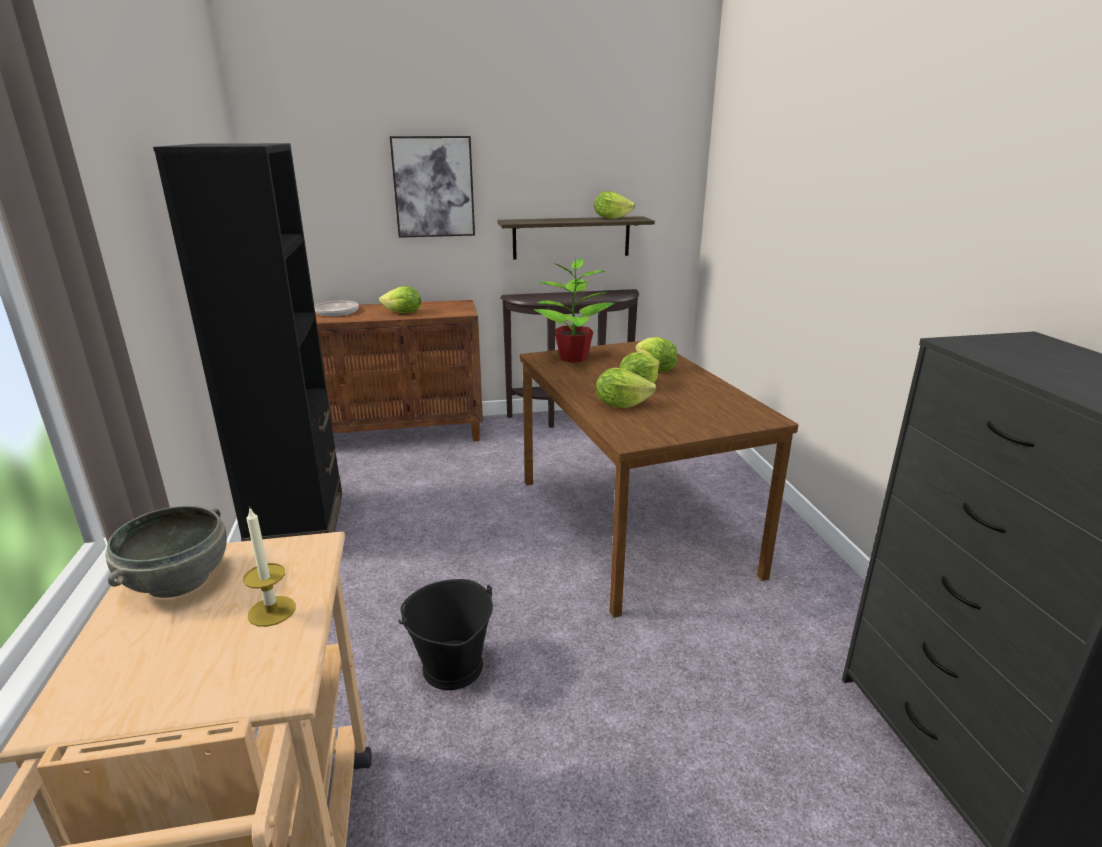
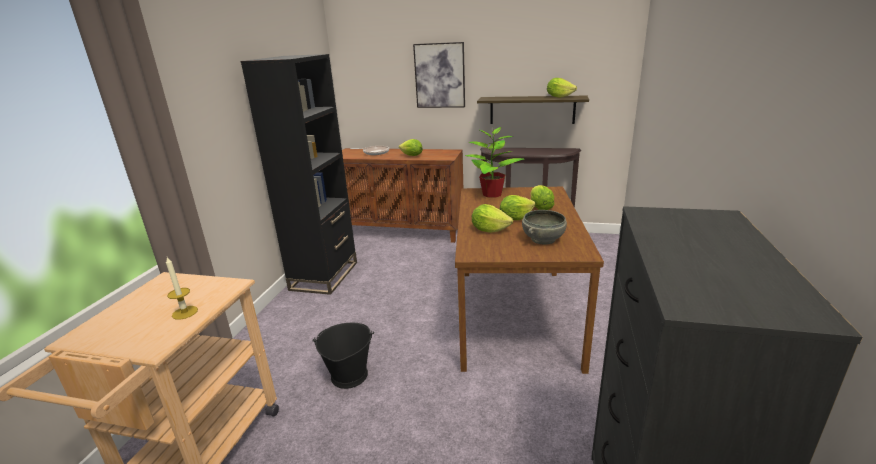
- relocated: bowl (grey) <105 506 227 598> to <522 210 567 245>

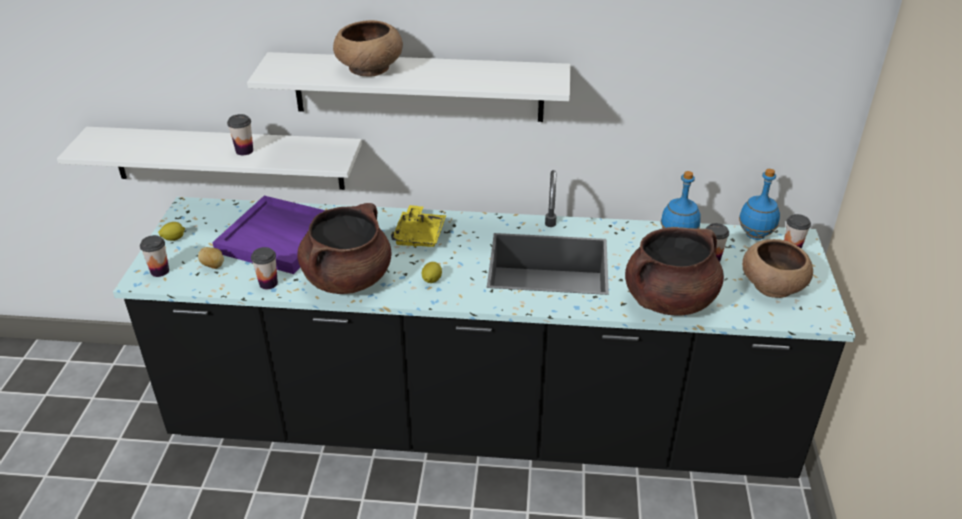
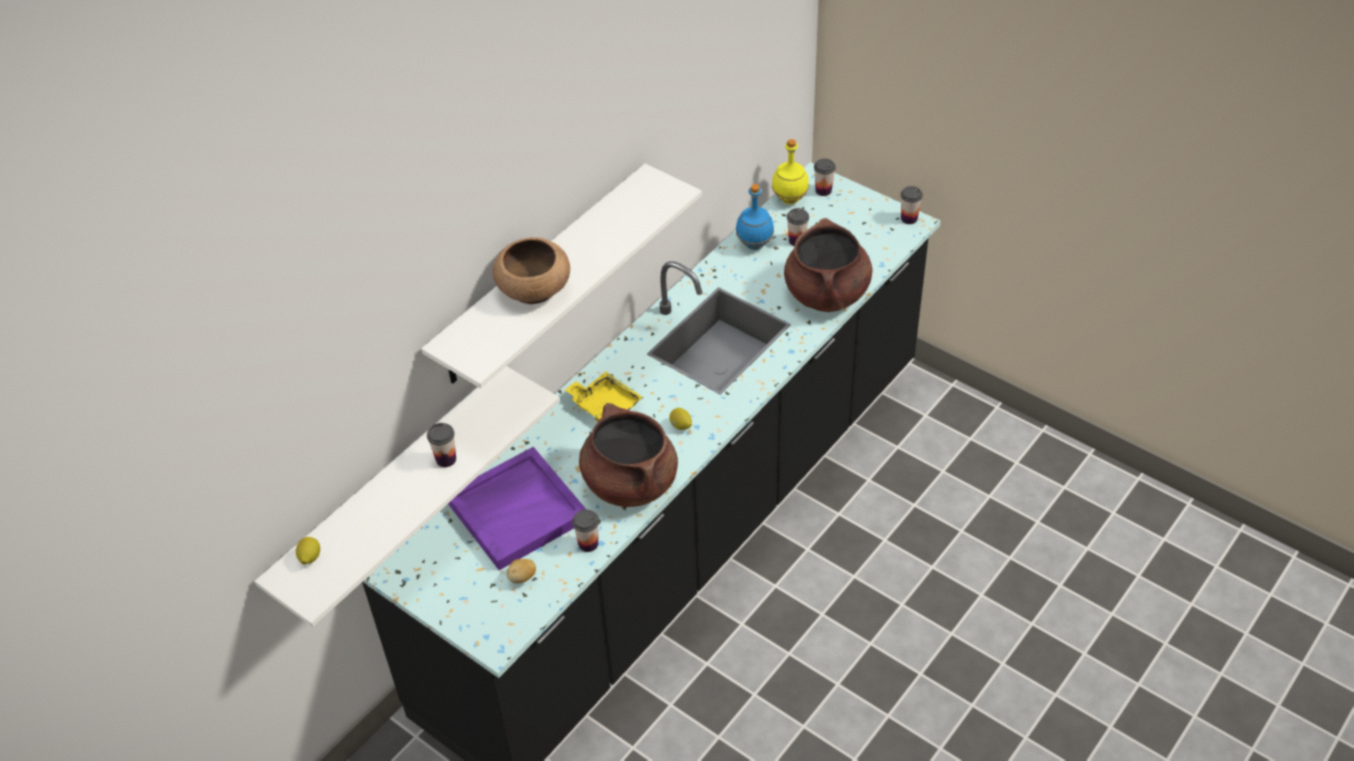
- relocated: lemon <158 222 185 241> to <296 537 320 565>
- colour: bottle (blue) <739 169 780 240> to bottle (yellow) <772 139 809 204>
- relocated: cup <140 235 169 277> to <900 186 923 224>
- missing: bowl (brown) <742 239 813 298>

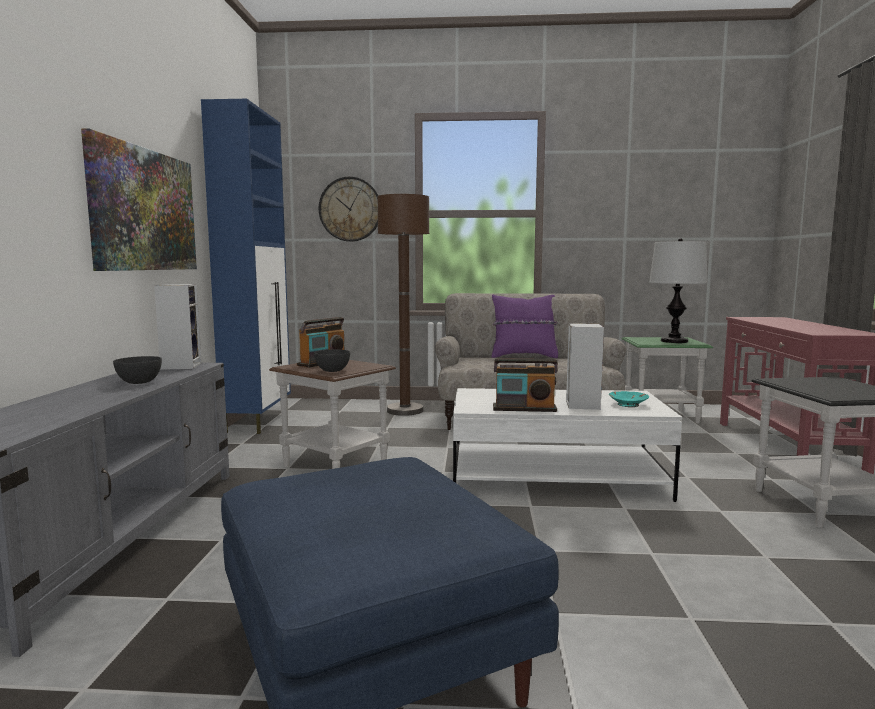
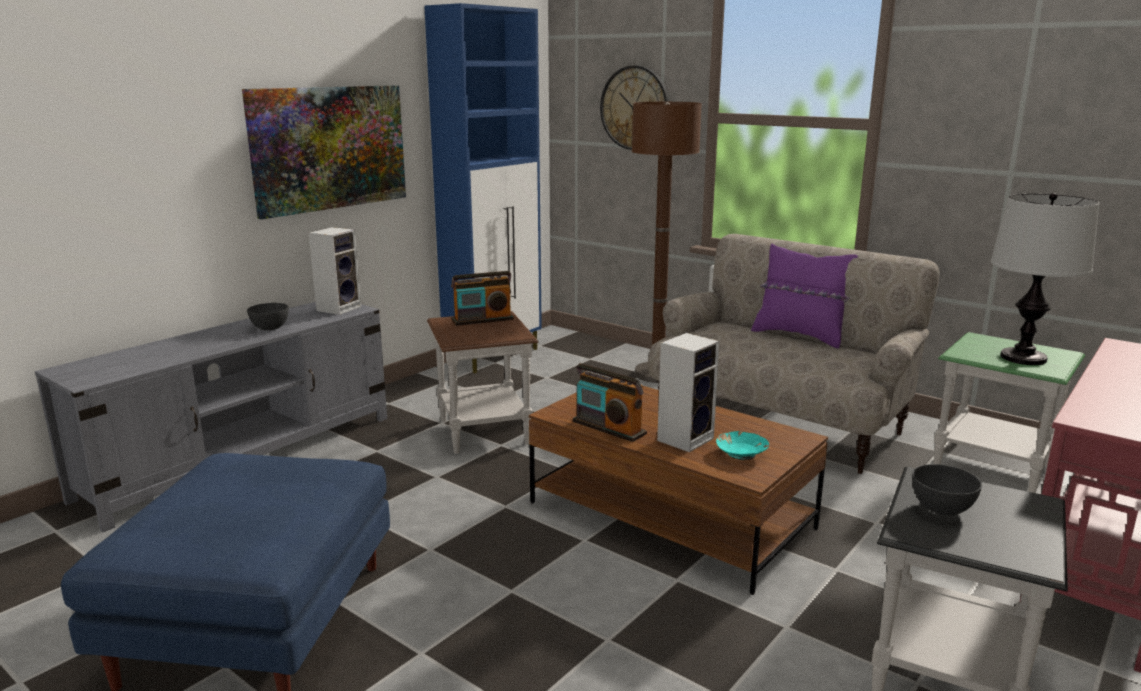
- colour: coffee table (white) <453 388 682 502> to coffee table (brown) <529 386 828 595>
- relocated: bowl (grey) <314 349 350 372> to <912 464 982 515>

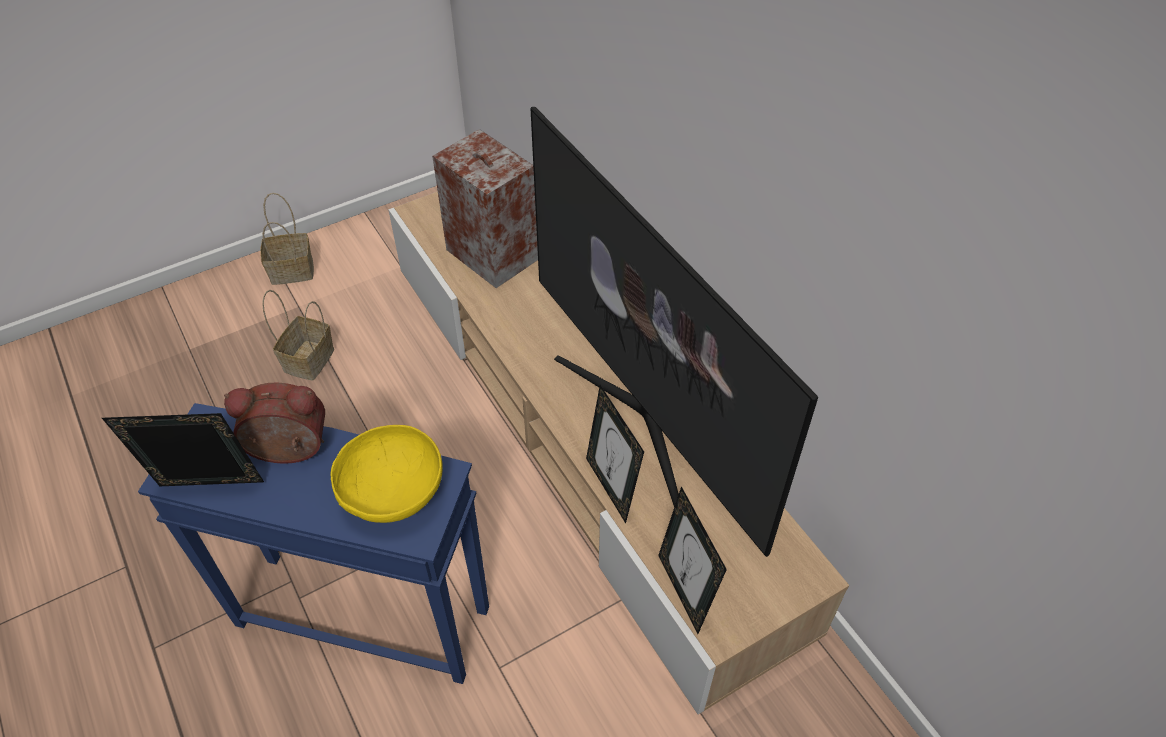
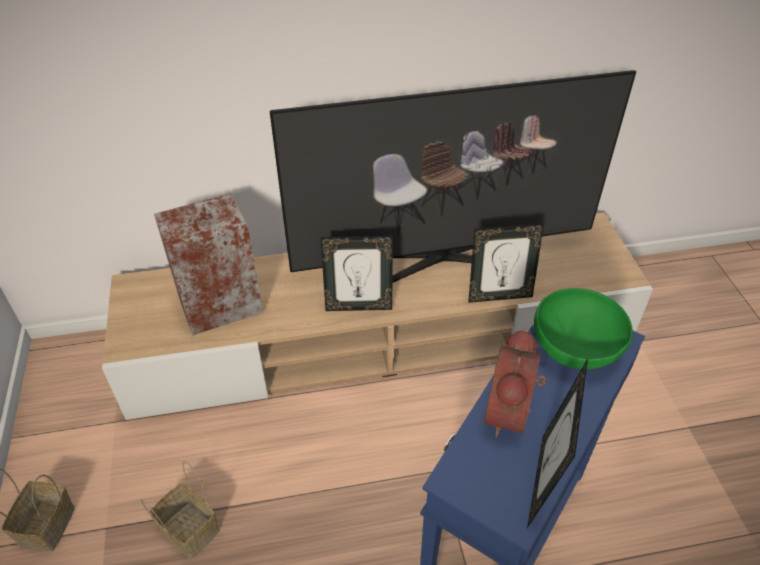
- relocated: picture frame <658 486 727 634> to <321 236 393 311>
- colour: bowl (yellow) <331 425 443 523> to bowl (green) <534 288 633 369>

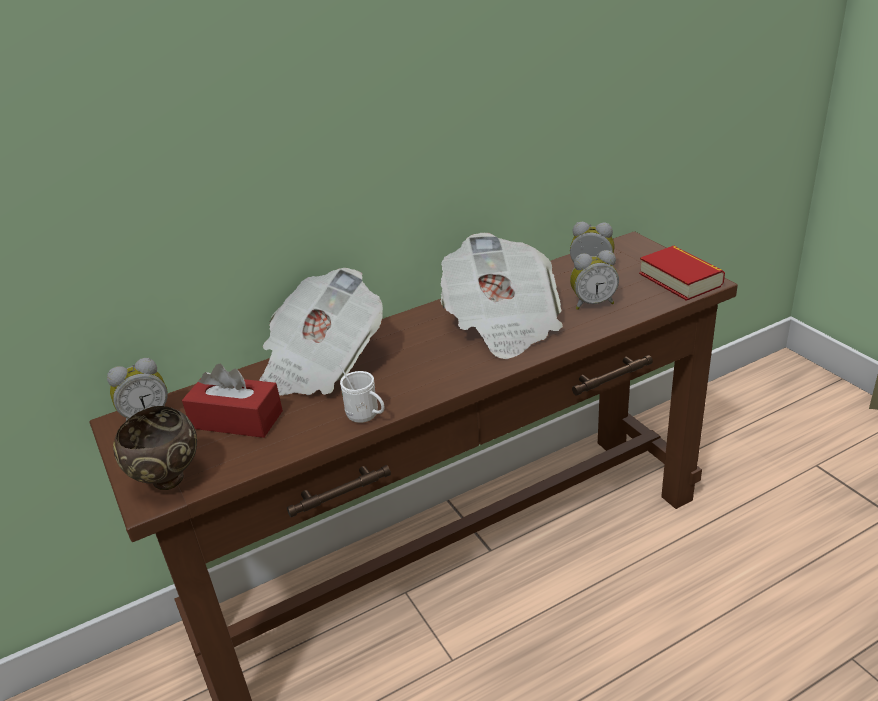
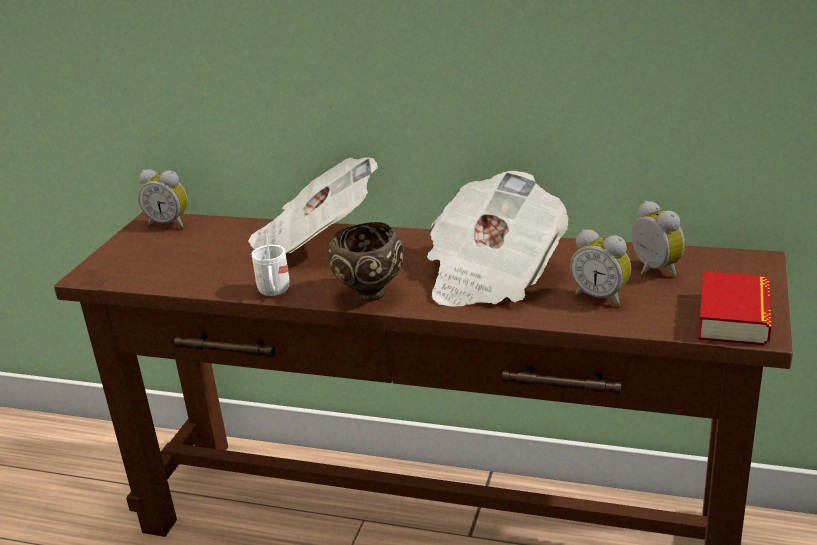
- relocated: bowl (brown) <113 406 197 490> to <328 222 404 301>
- missing: tissue box (red) <182 364 283 438>

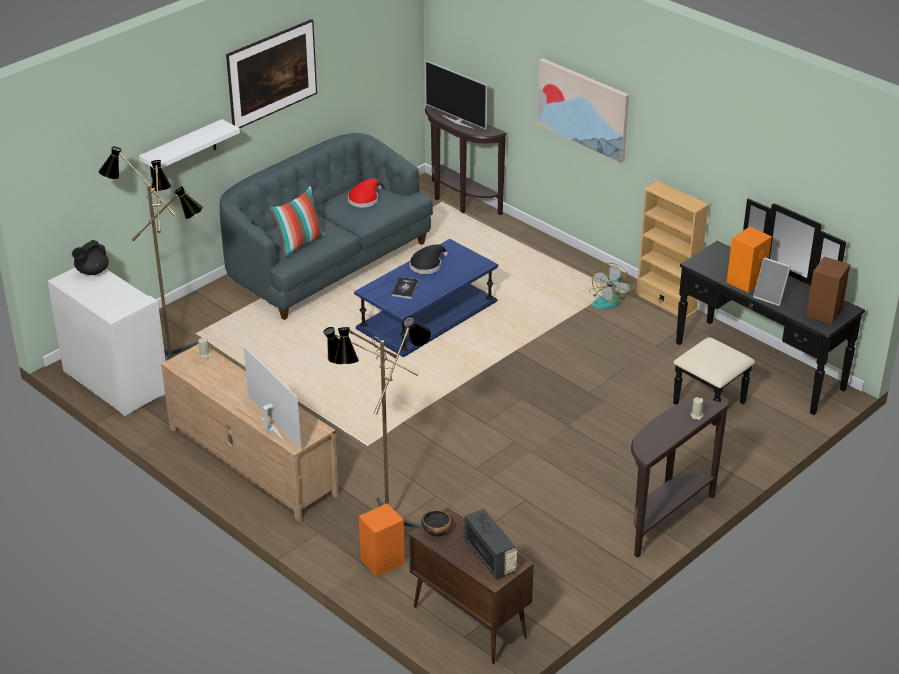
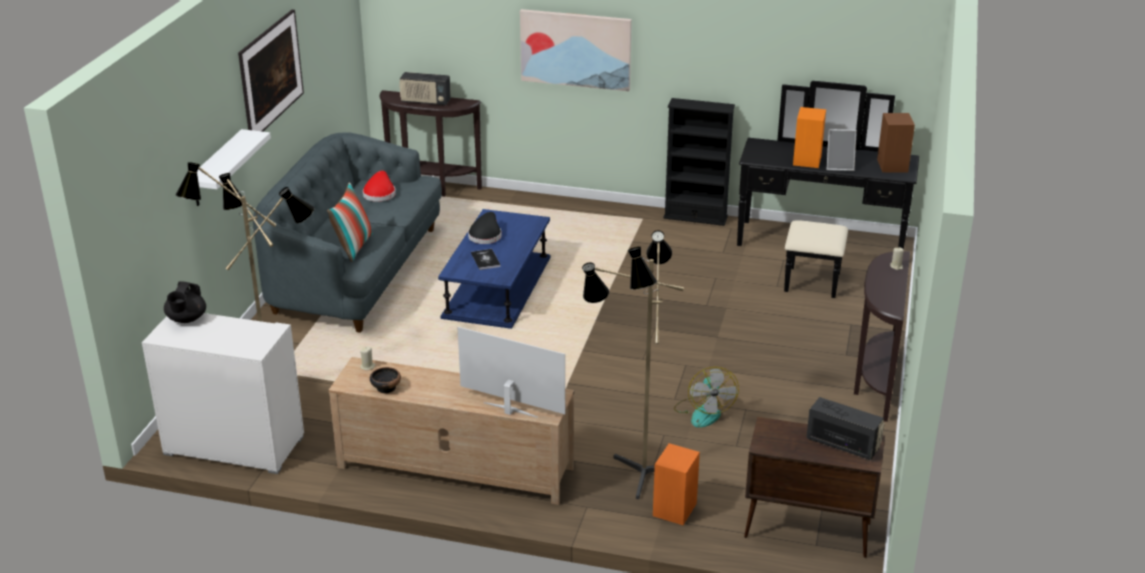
- relocated: bowl <421 510 452 537> to <370 367 401 393>
- exchanged: television <425 60 487 130> to radio <399 72 451 105>
- colour: bookcase (beige) <635 181 709 318> to bookcase (black) <663 98 735 226>
- relocated: fan <589 263 632 309> to <674 367 739 427>

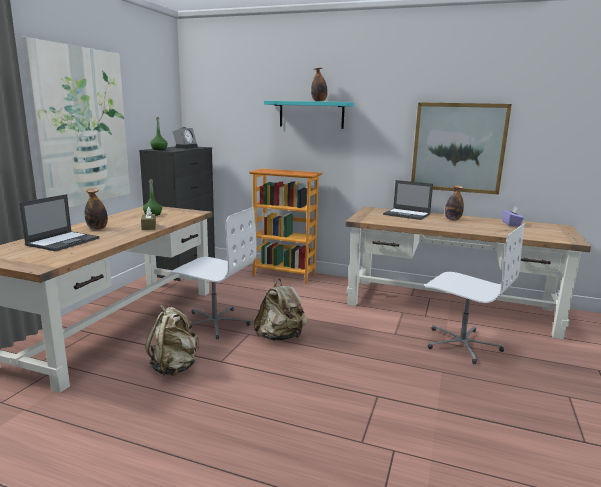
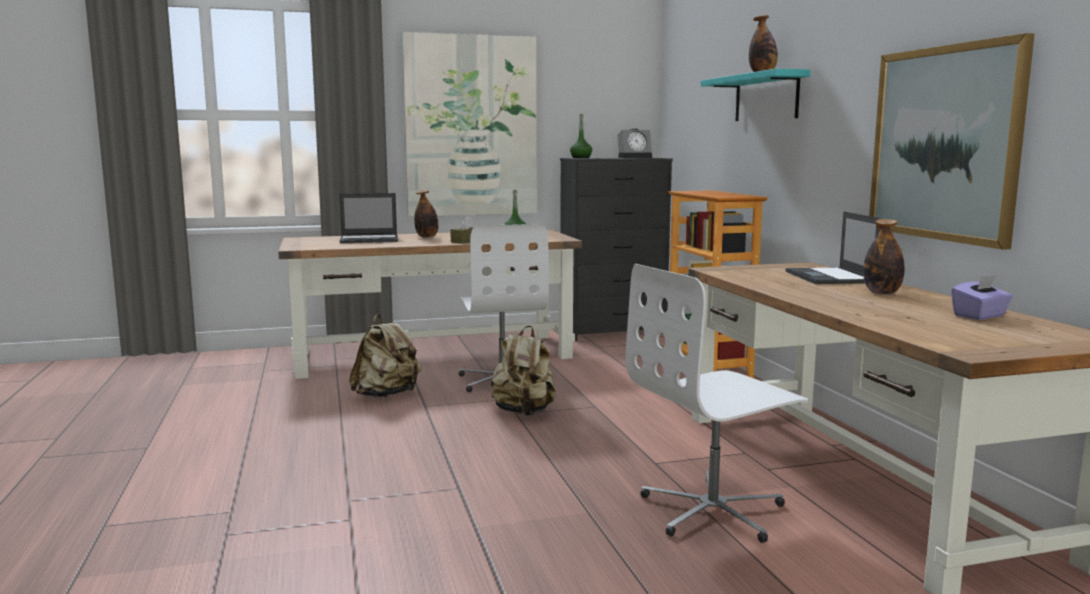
- spun: office chair (white) <425 224 525 364> = <626 264 809 543> 60 degrees clockwise

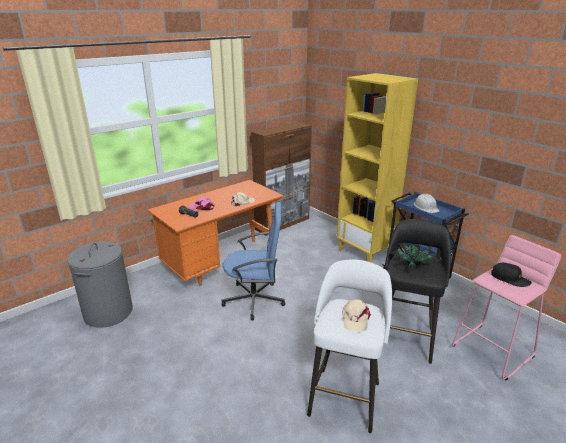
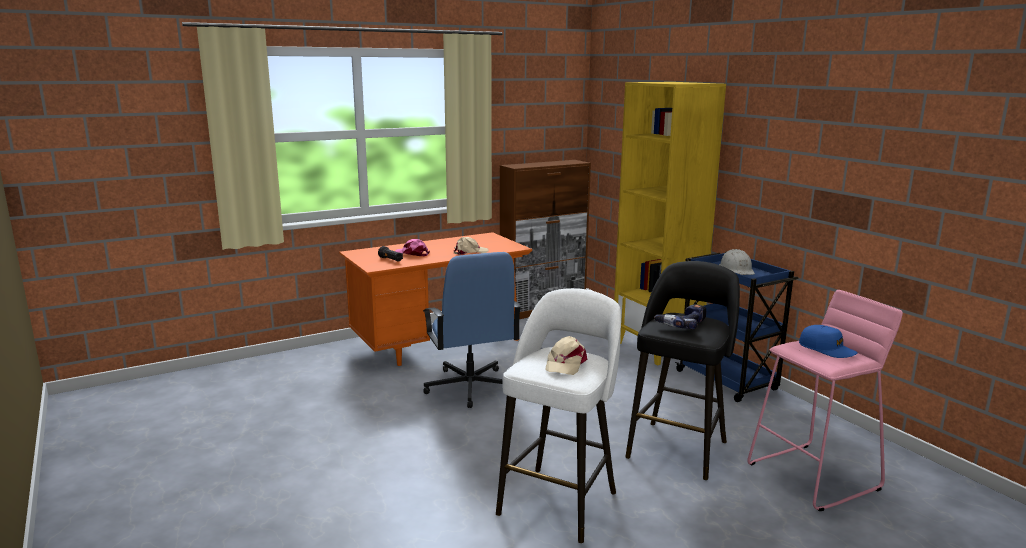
- spun: office chair (blue) <222 202 285 320> = <423 252 521 408> 60 degrees clockwise
- exchanged: potted plant <392 242 438 270> to power drill <654 304 706 329>
- colour: cap (black) <491 263 532 287> to cap (blue) <799 325 858 358>
- missing: laundry basket (grey) <67 241 133 328>

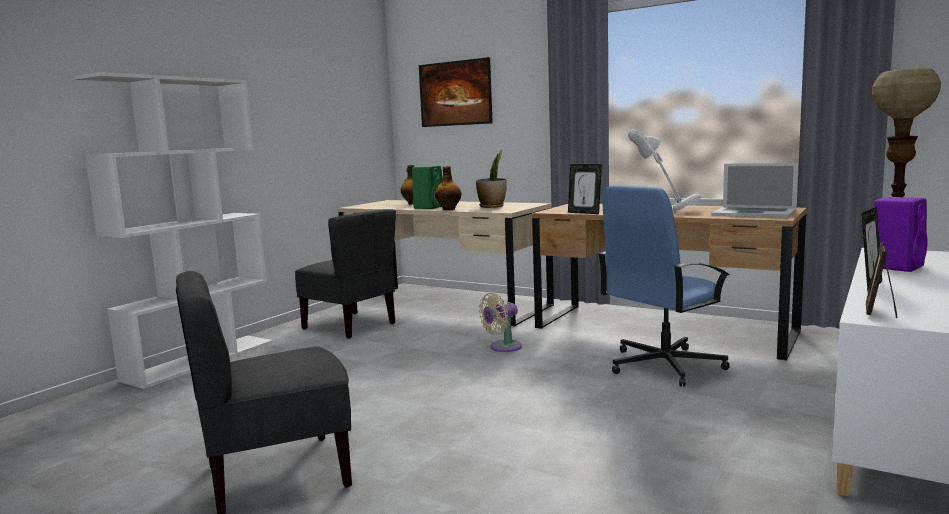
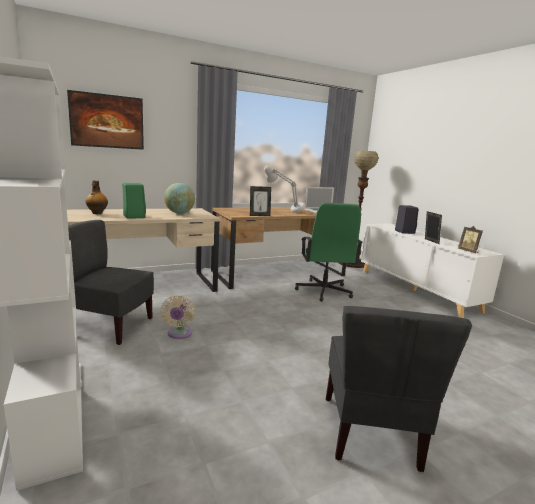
- spun: chair (grey) <295 209 396 339> = <68 220 154 345> 150 degrees counterclockwise
- relocated: fan (beige) <479 293 522 352> to <161 295 195 339>
- exchanged: potted plant <476 149 507 208> to globe <164 183 195 214>
- colour: office chair (blue) <597 185 730 387> to office chair (green) <295 203 363 301>
- colour: speaker (purple) <874 197 927 272> to speaker (black) <395 205 418 234>
- missing: bottle <435 166 461 210>

